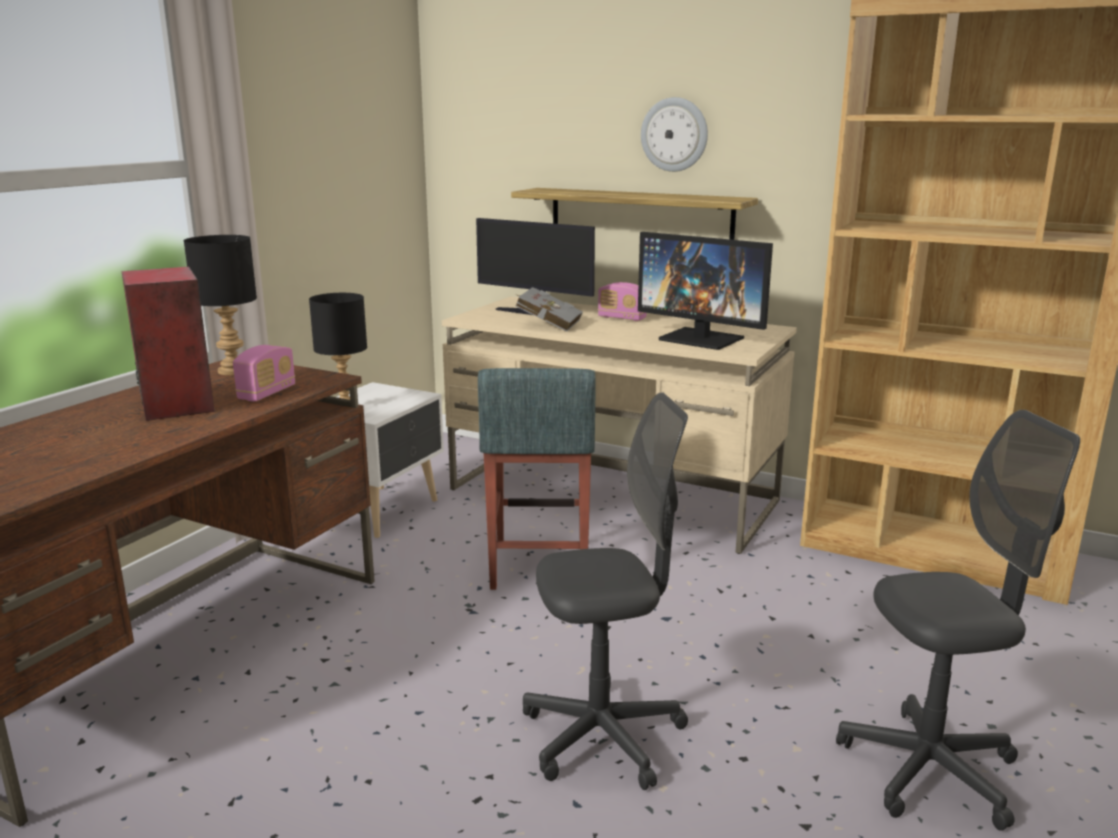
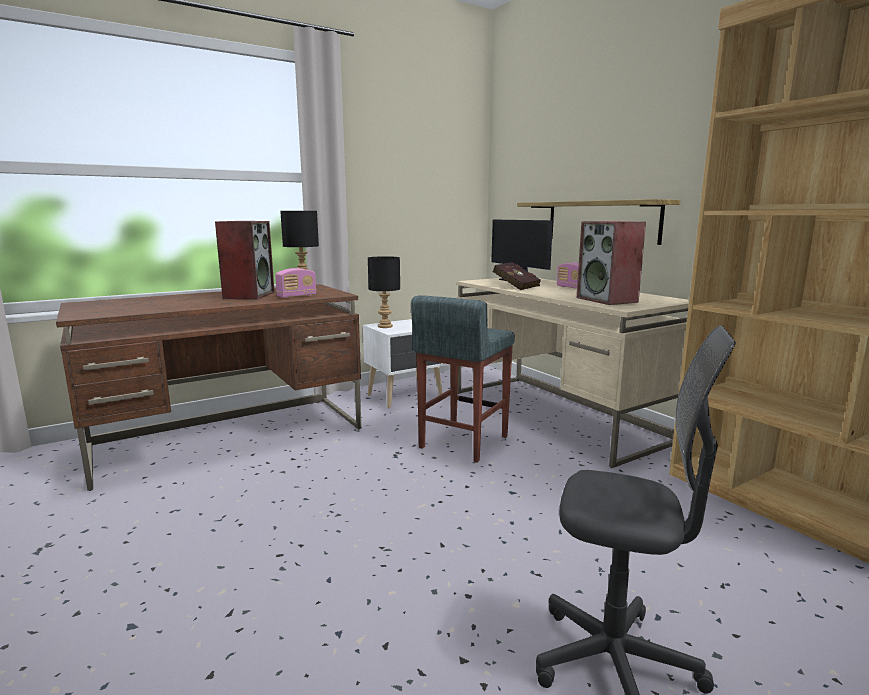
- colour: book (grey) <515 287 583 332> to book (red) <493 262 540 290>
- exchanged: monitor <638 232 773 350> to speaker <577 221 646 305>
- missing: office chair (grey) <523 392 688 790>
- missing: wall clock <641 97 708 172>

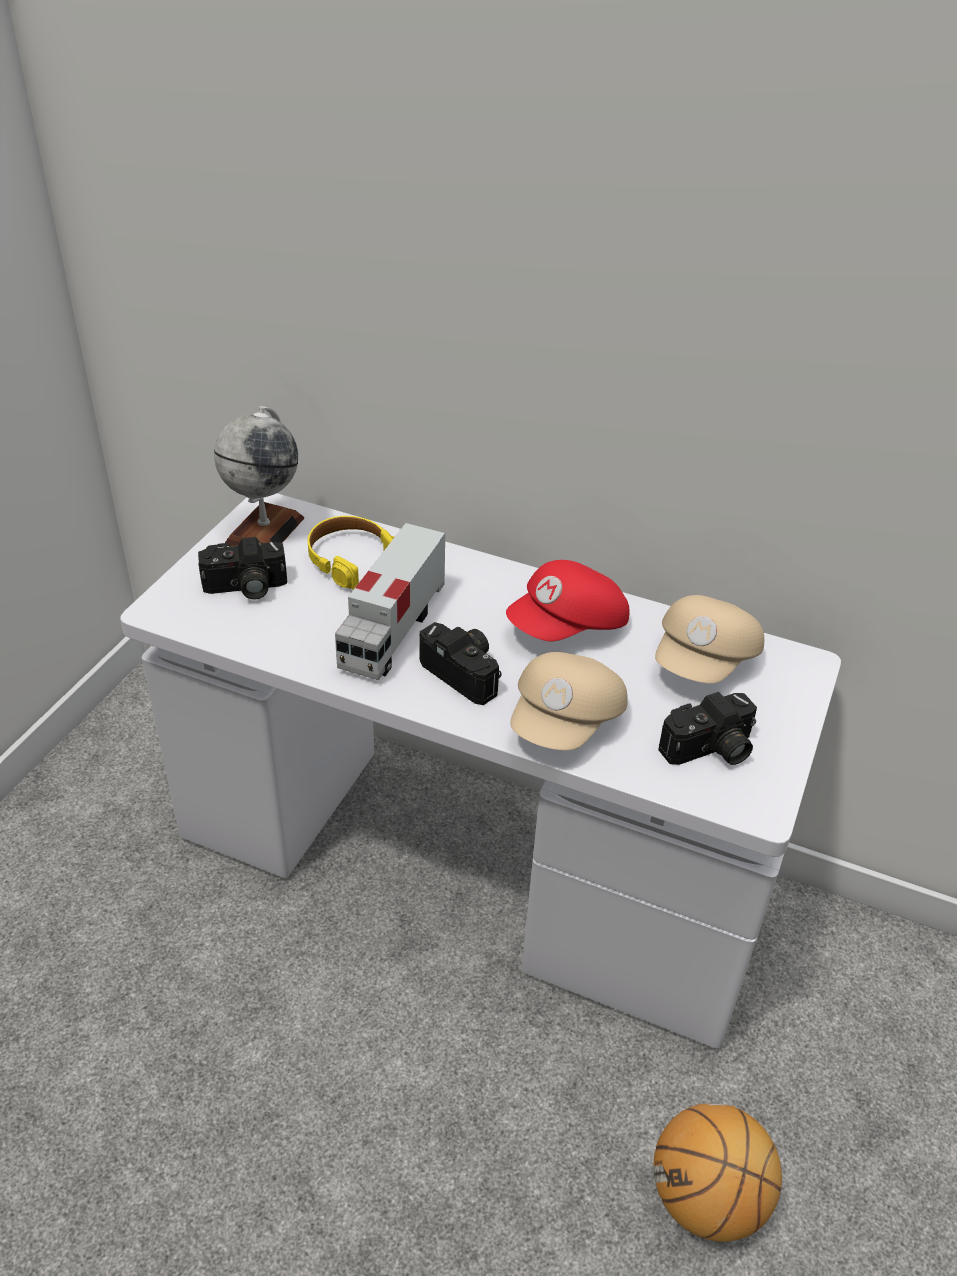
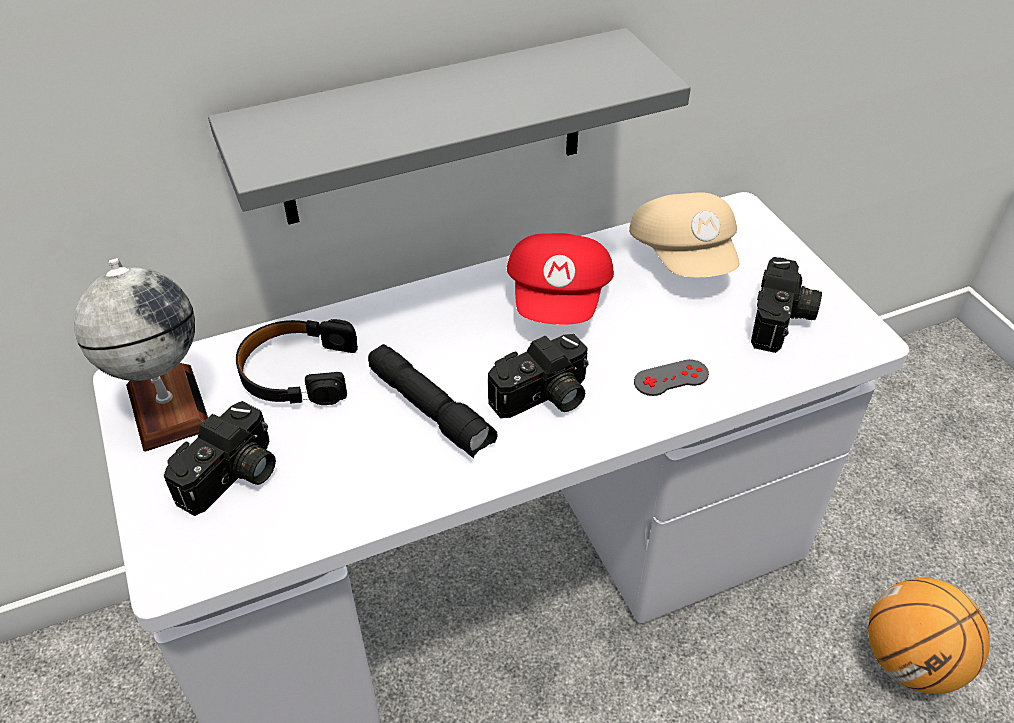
- appeared: shelf (grey) <208 28 691 224>
- colour: headphones (yellow) <308 516 395 590> to headphones (black) <236 319 358 405>
- exchanged: toy truck <335 523 445 680> to flashlight (black) <368 344 498 458>
- spun: photo camera <419 622 502 705> = <488 334 589 418> 150 degrees clockwise
- exchanged: cap (beige) <510 652 628 750> to game controller (grey) <634 359 709 396>

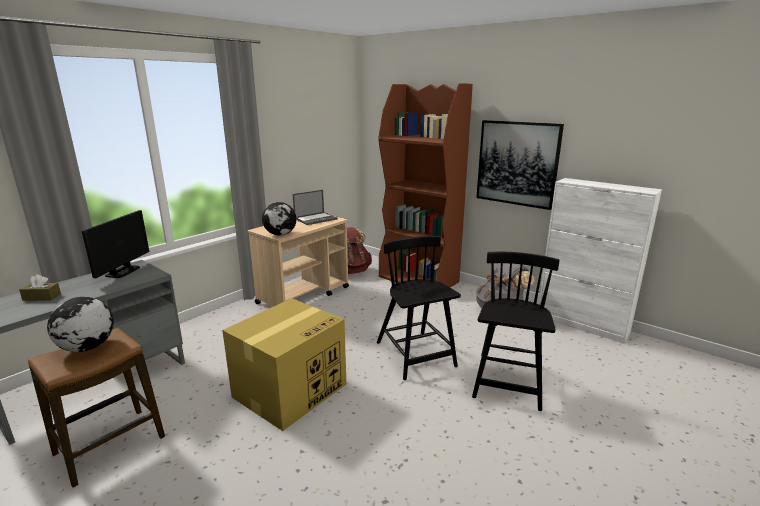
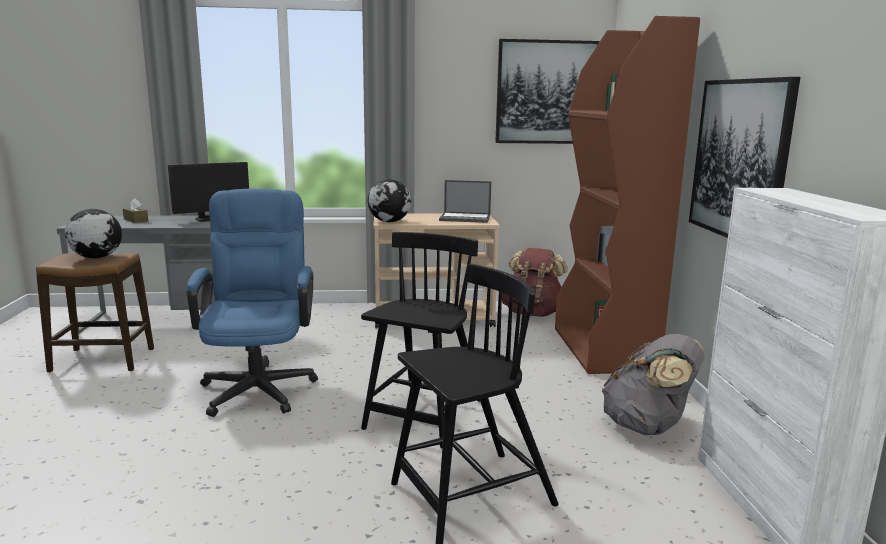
- exchanged: cardboard box <222 298 346 431> to office chair (blue) <187 188 318 417>
- appeared: picture <495 39 600 144>

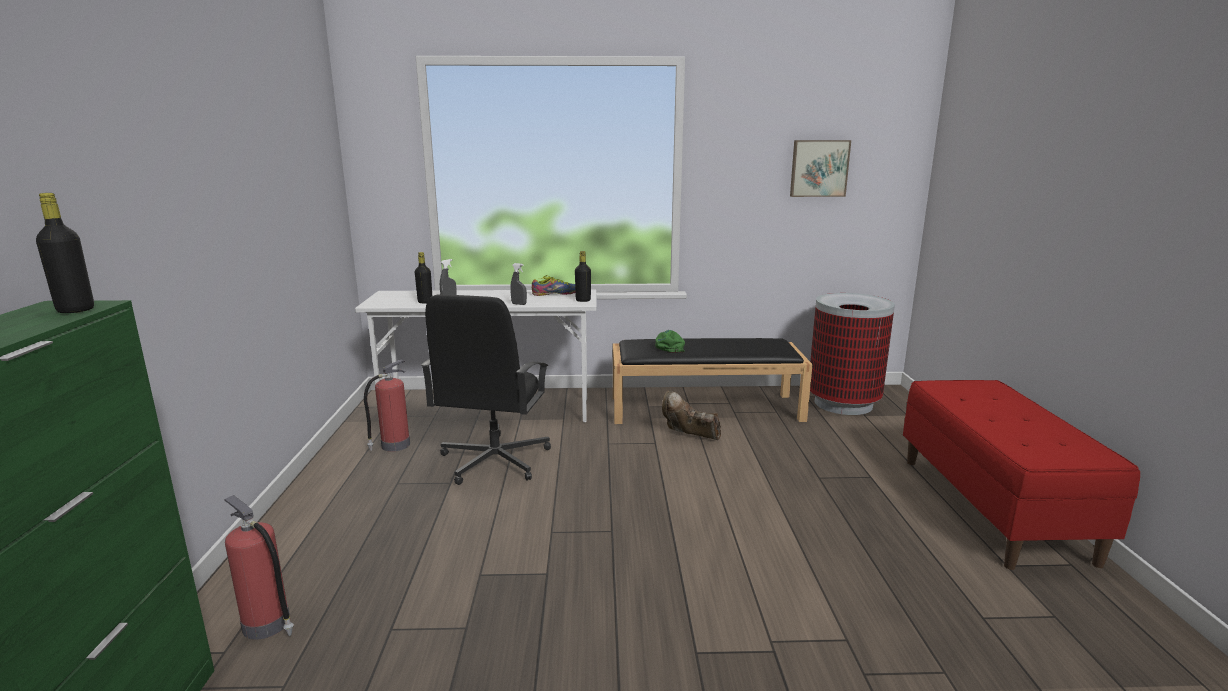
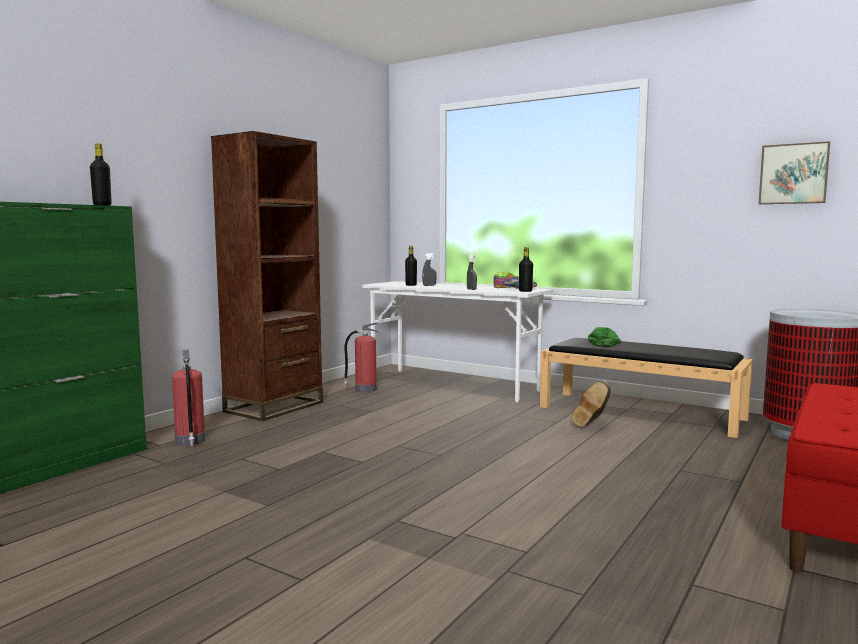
- appeared: bookcase (brown) <211 131 323 421>
- spun: boot (brown) <662 391 721 440> = <572 381 612 427> 120 degrees counterclockwise
- missing: office chair (black) <421 294 551 485>

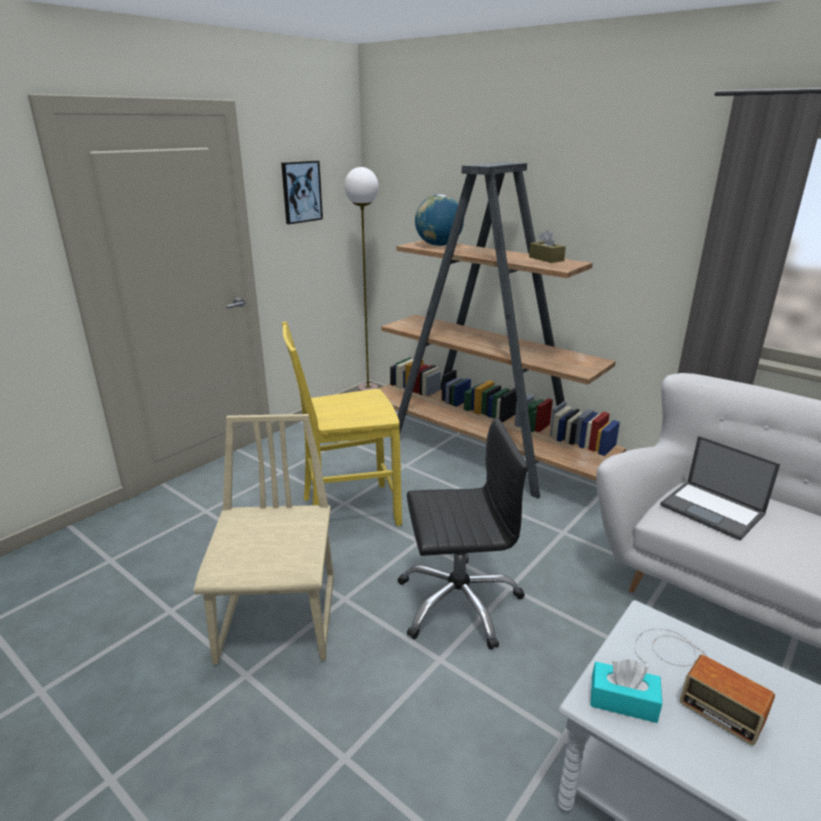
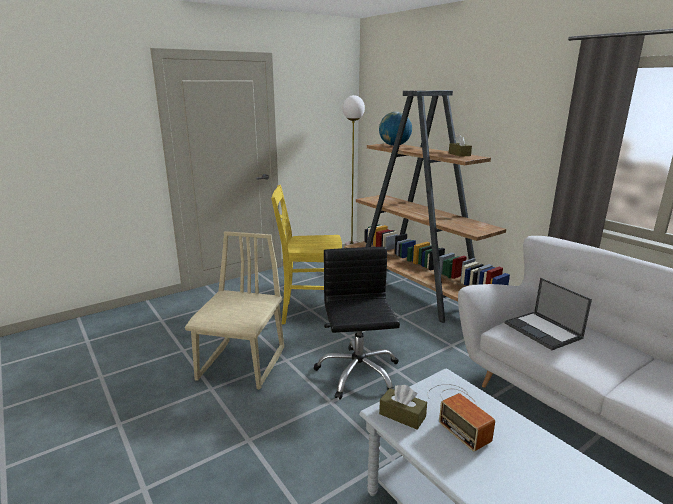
- spun: office chair (black) <397 418 528 650> = <313 247 400 400> 105 degrees counterclockwise
- colour: tissue box (turquoise) <590 659 662 723> to tissue box (brown) <379 385 427 430>
- missing: picture <281 161 323 224>

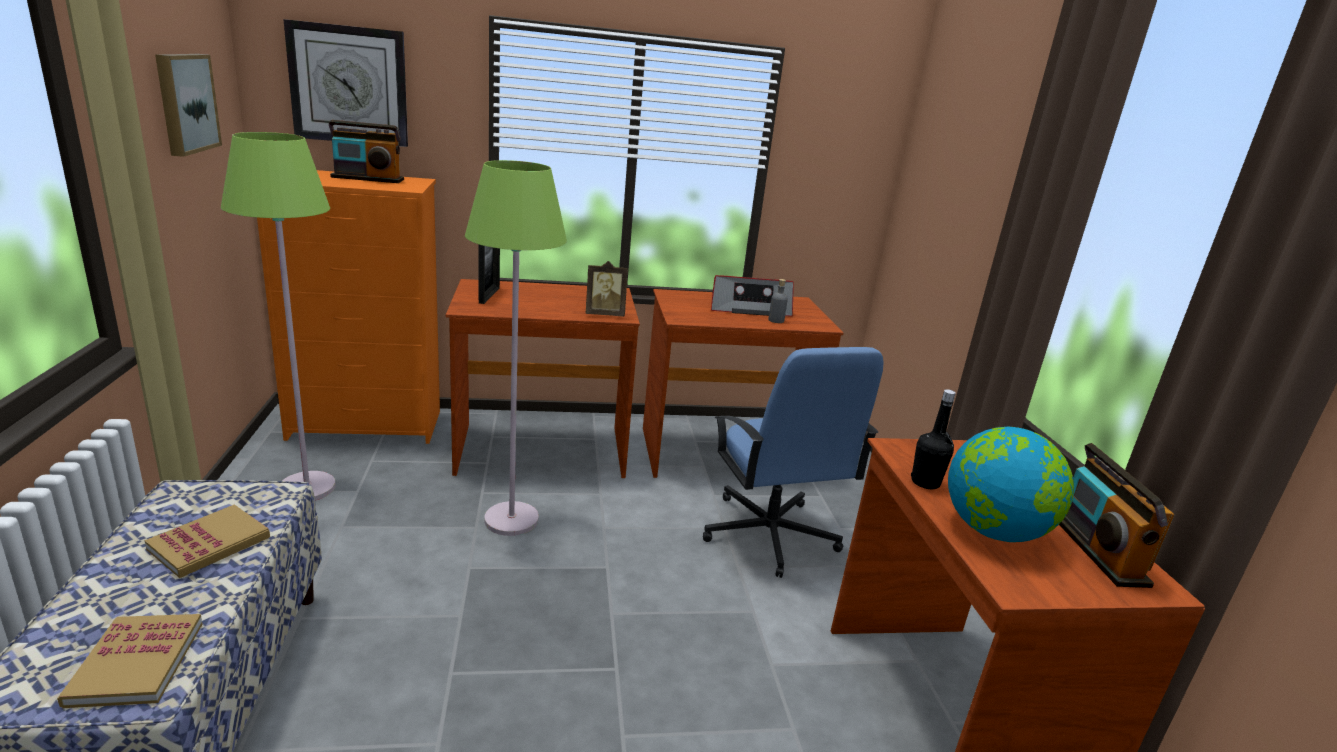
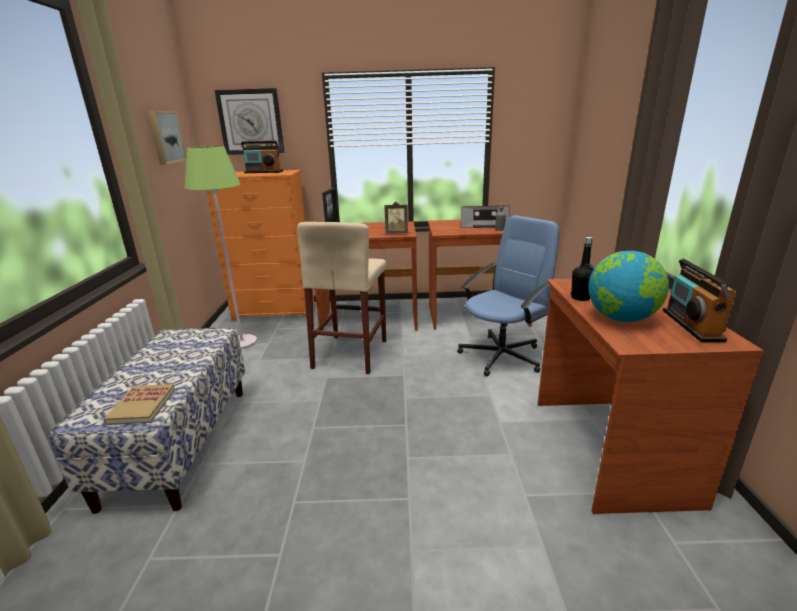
- exchanged: floor lamp (green) <465 160 567 536> to stool (beige) <297 222 386 374>
- spun: office chair (blue) <703 347 884 578> = <457 215 560 376> 120 degrees counterclockwise
- missing: book <144 504 270 578>

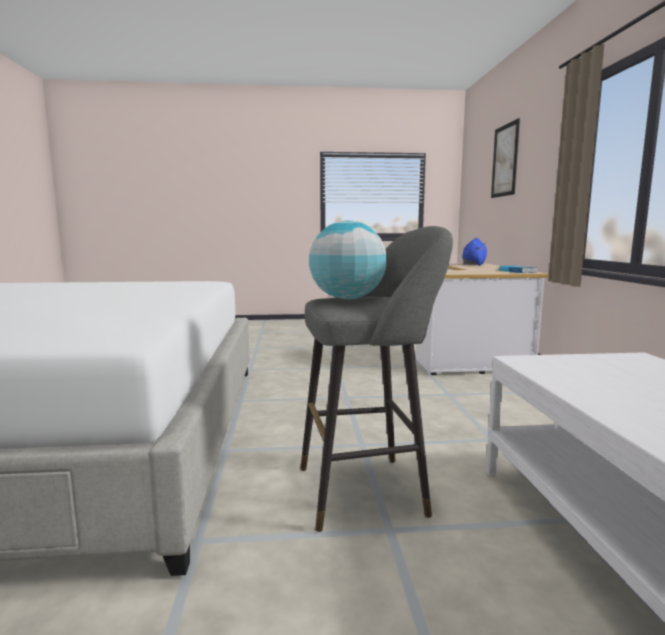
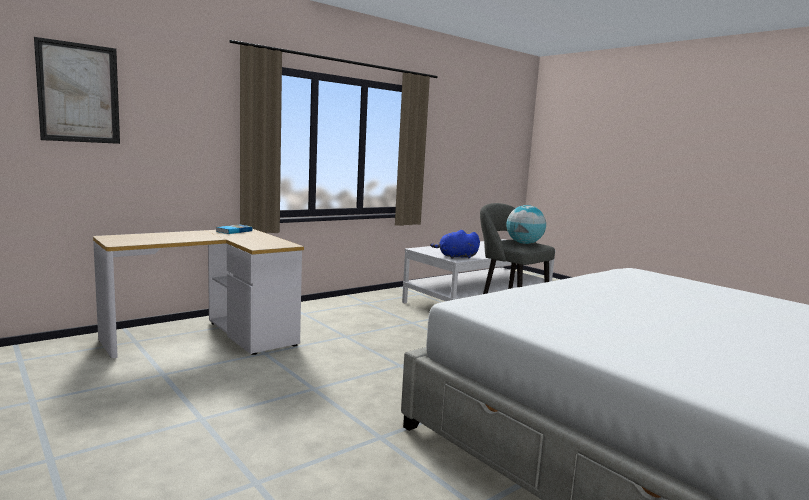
- relocated: plush toy (blue) <462 238 487 266> to <430 230 480 259>

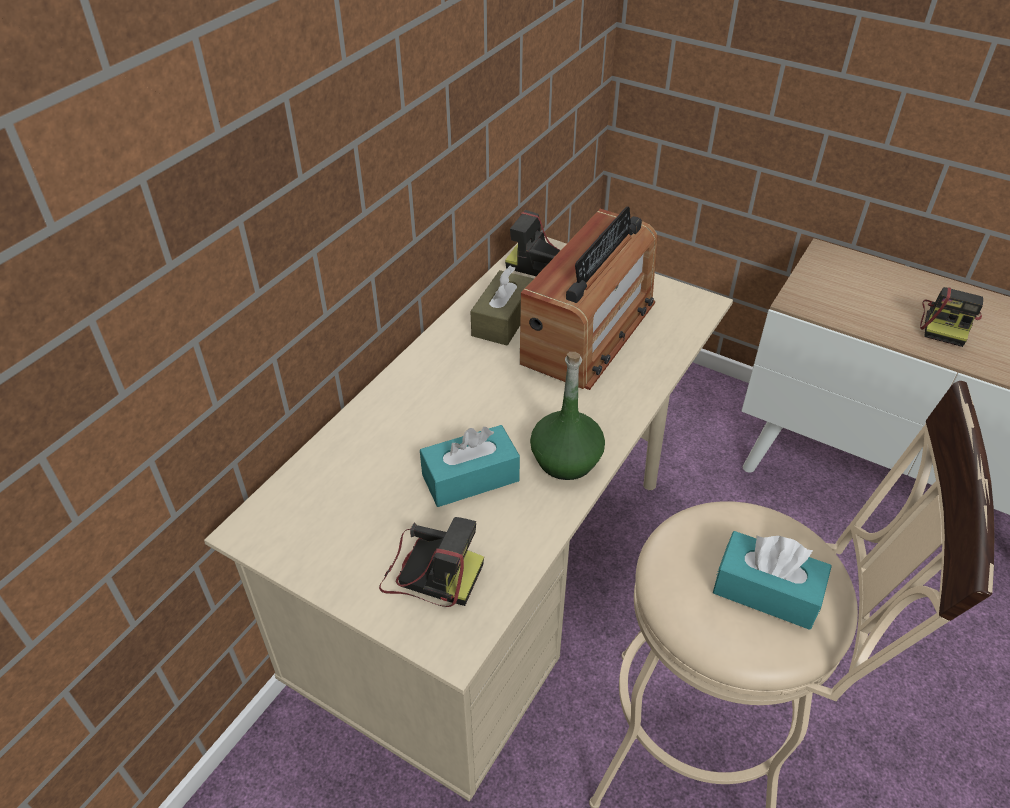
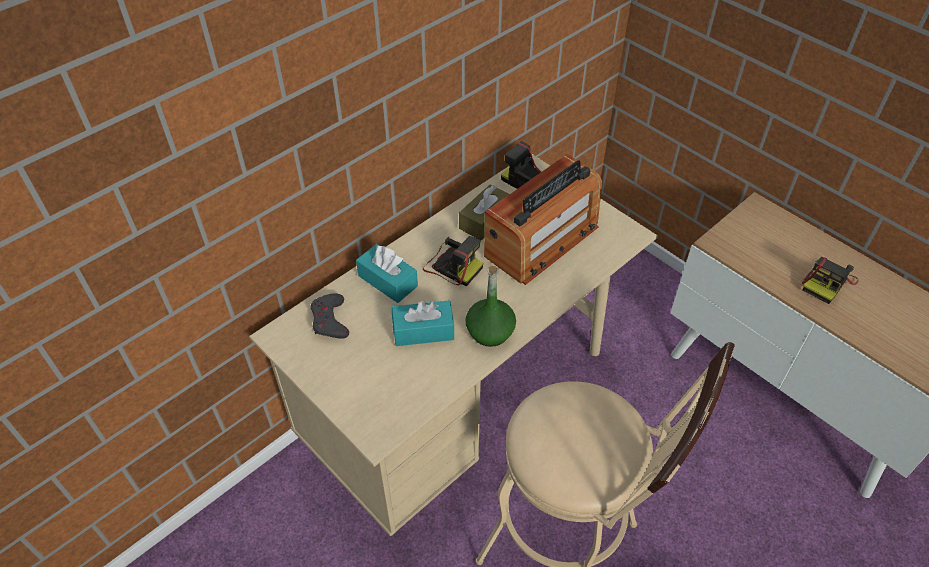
- appeared: game controller (grey) <310 293 349 339>
- relocated: tissue box (turquoise) <713 531 832 630> to <356 244 418 303>
- relocated: photo camera <379 517 484 607> to <423 236 483 287>

